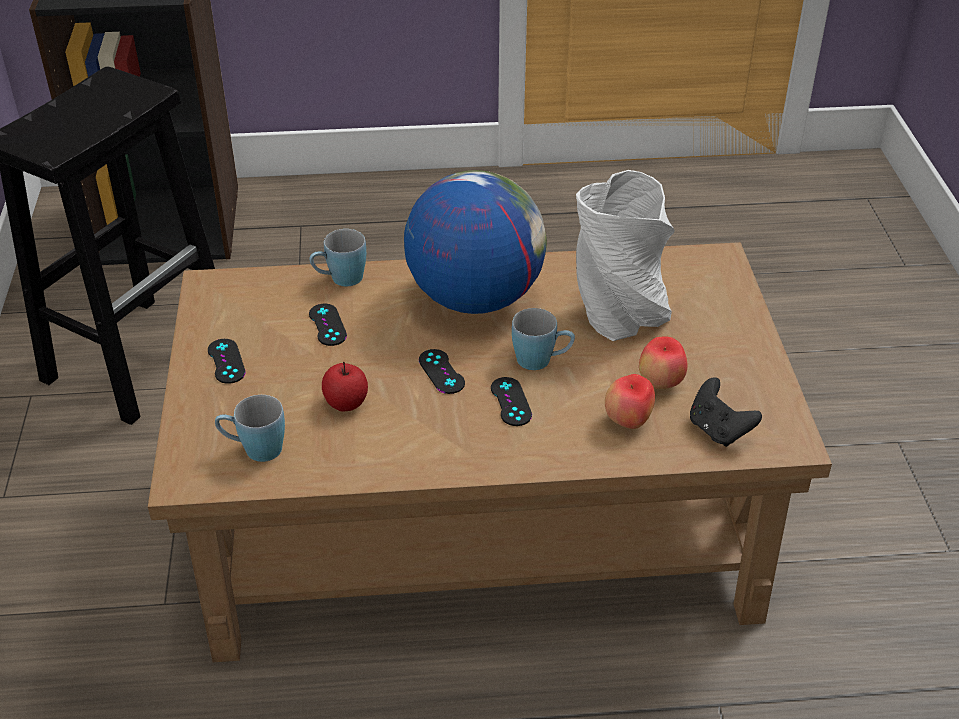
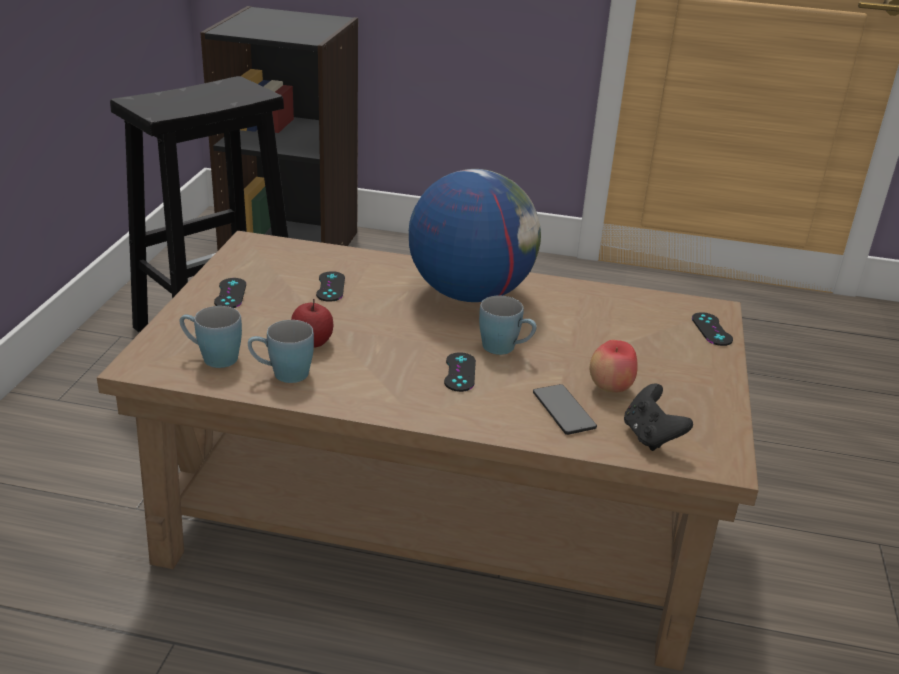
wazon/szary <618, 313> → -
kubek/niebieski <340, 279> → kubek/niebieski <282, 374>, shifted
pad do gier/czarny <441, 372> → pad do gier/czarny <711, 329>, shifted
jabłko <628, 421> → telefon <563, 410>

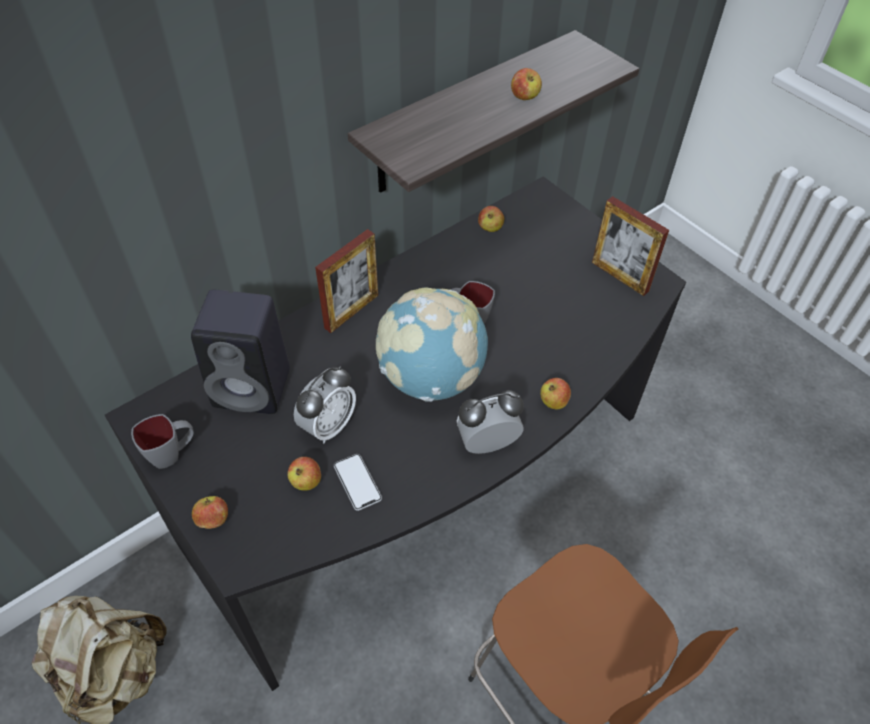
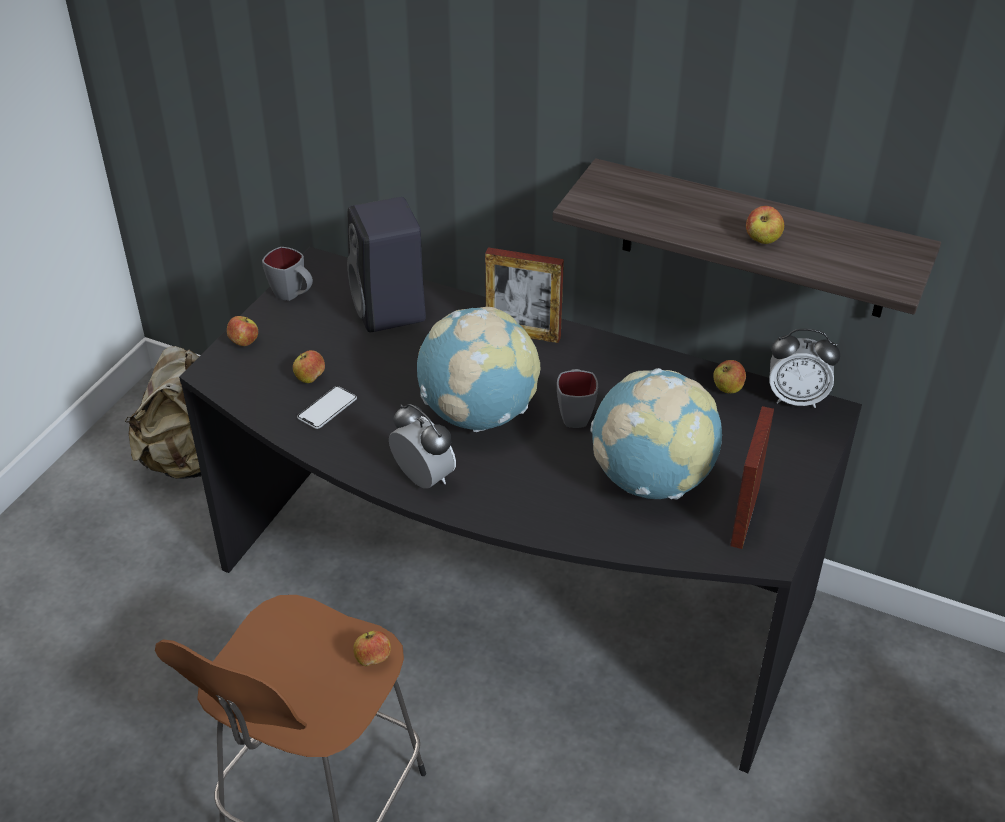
- → globus <651, 480>
budzik <328, 426> → budzik <796, 398>, shifted
jabłko <553, 402> → jabłko <373, 659>, shifted

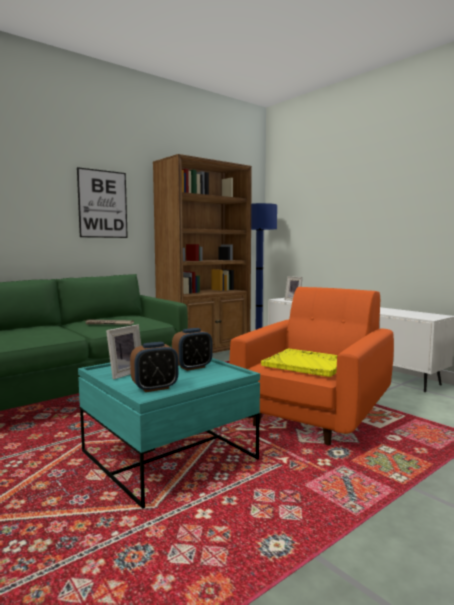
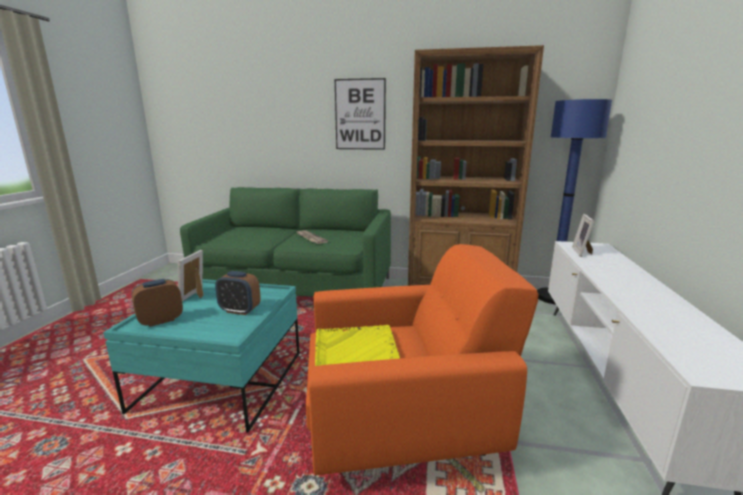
ramka na zdjęcie <124, 373> → ramka na zdjęcie <196, 295>, 105 degrees clockwise
budzik <155, 388> → budzik <160, 320>, 120 degrees clockwise

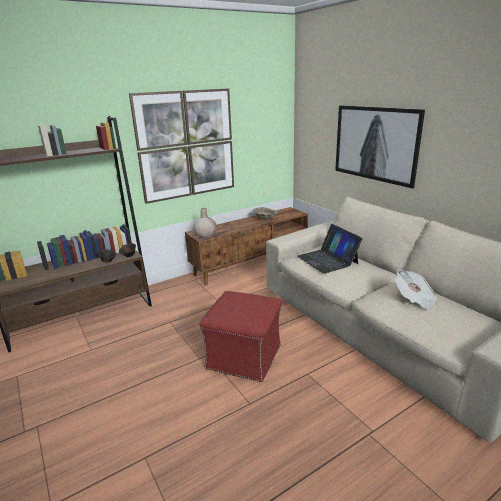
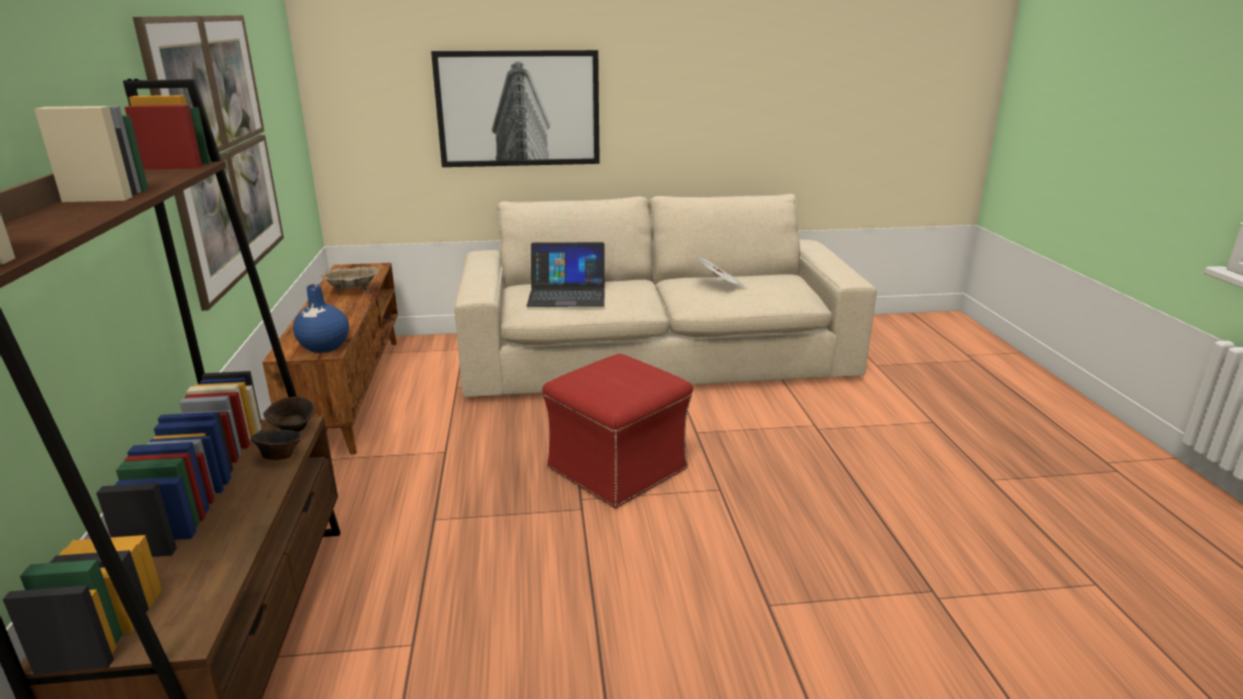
wazon/beżowy <205, 235> → wazon/niebieski <324, 346>

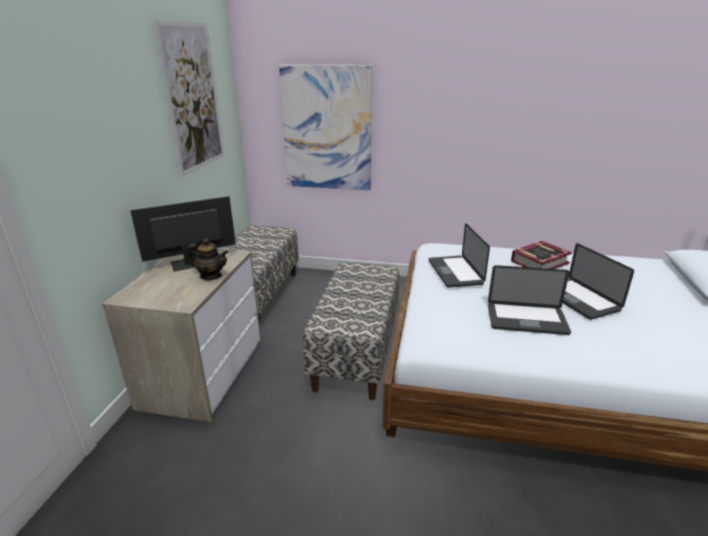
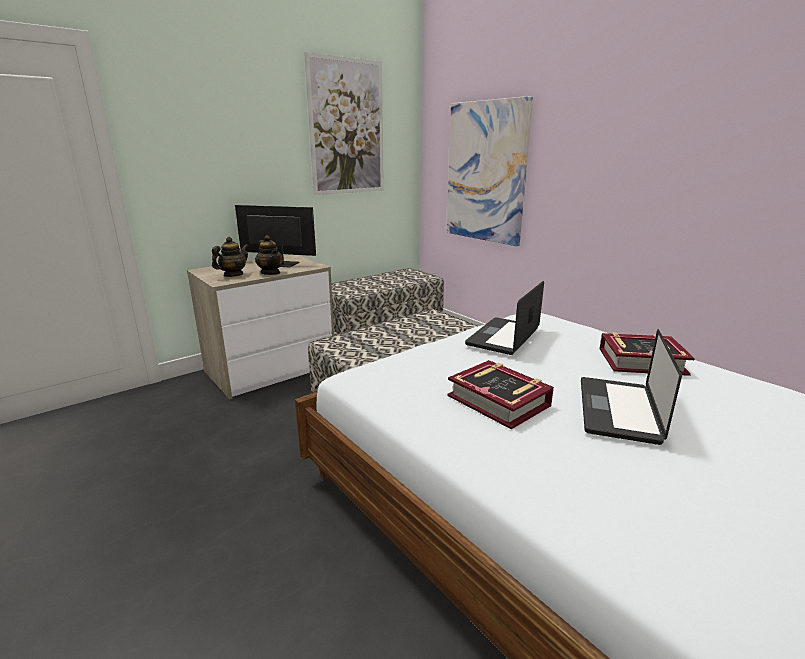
- → imbryk <233, 275>
laptop <526, 320> → książka <499, 401>

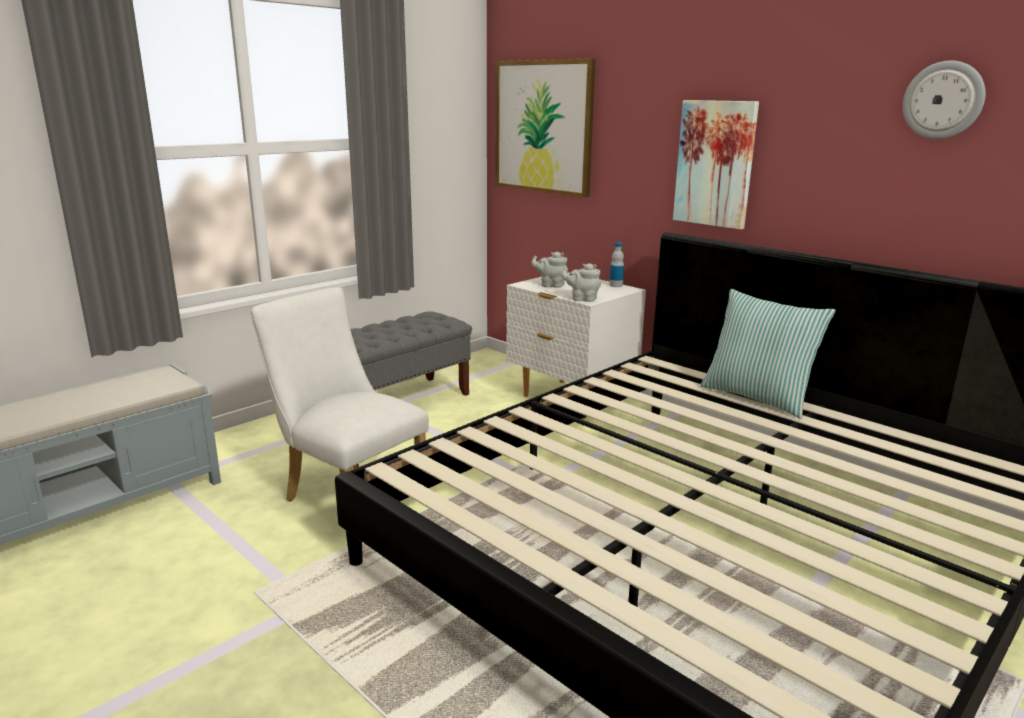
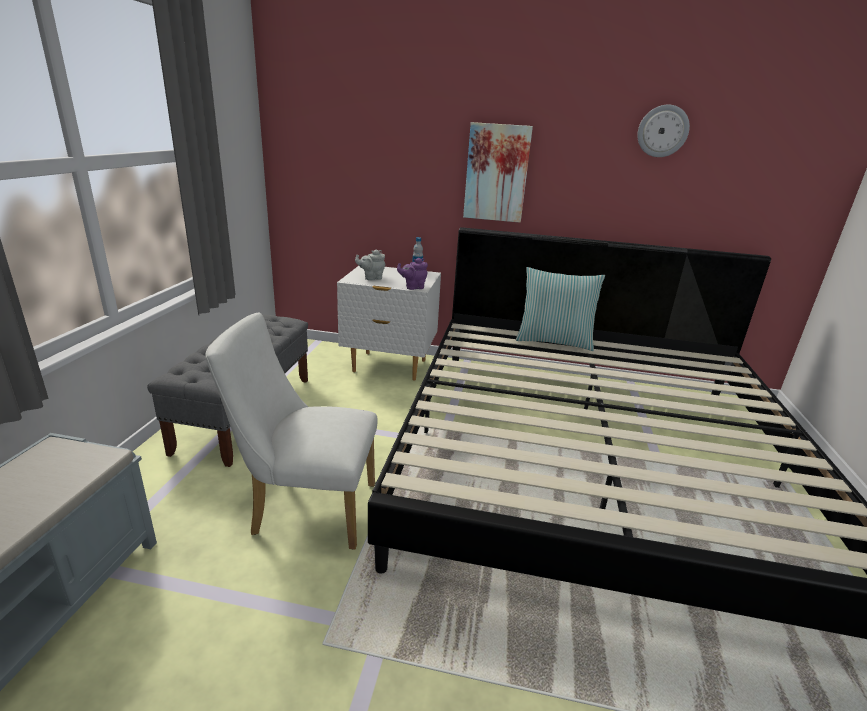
obraz <543, 127> → -
imbryk/szary <582, 299> → imbryk/fioletowy <413, 287>

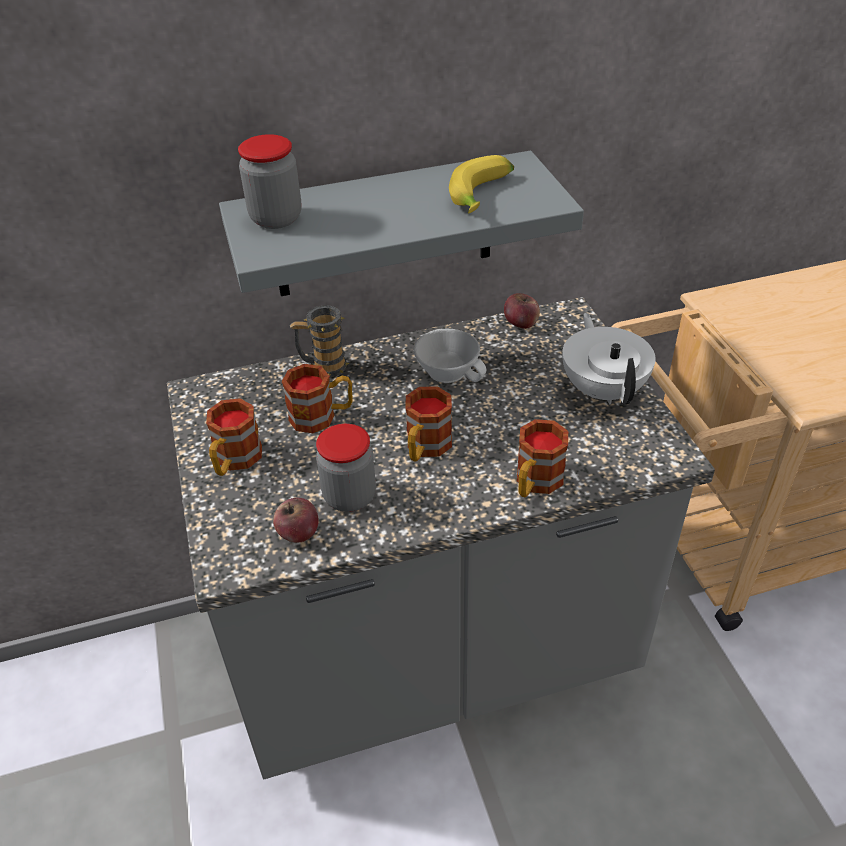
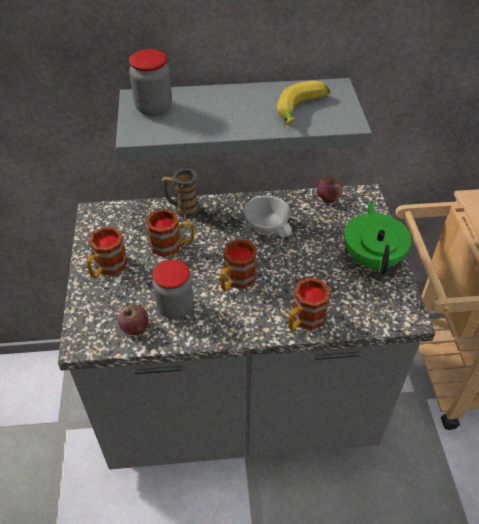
imbryk/biały <603, 389> → imbryk/zielony <372, 258>

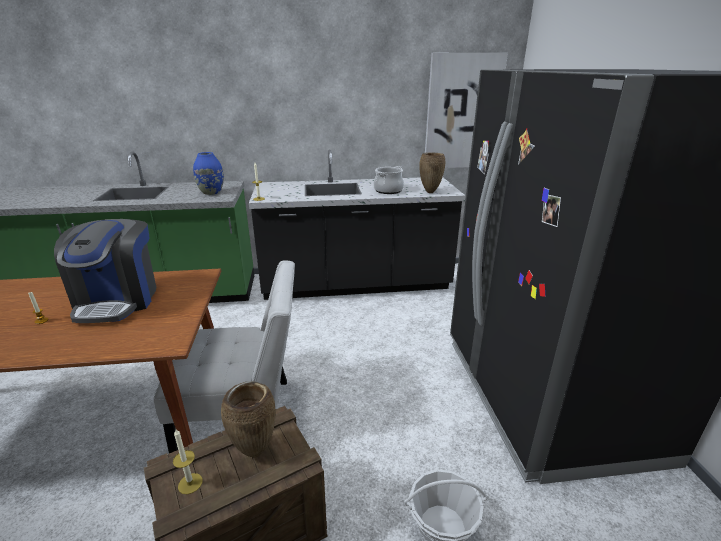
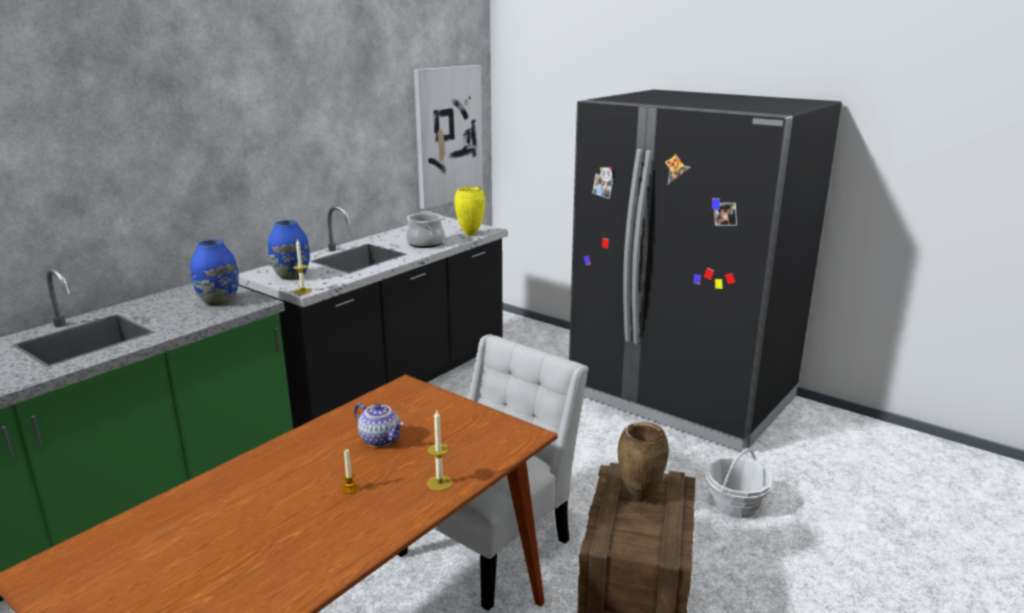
- → wazon/niebieski <291, 276>
świeca <190, 483> → świeca <439, 483>, shifted
ekspres do kawy <118, 300> → imbryk <381, 439>
wazon/brązowy <430, 192> → wazon/żółty <470, 234>

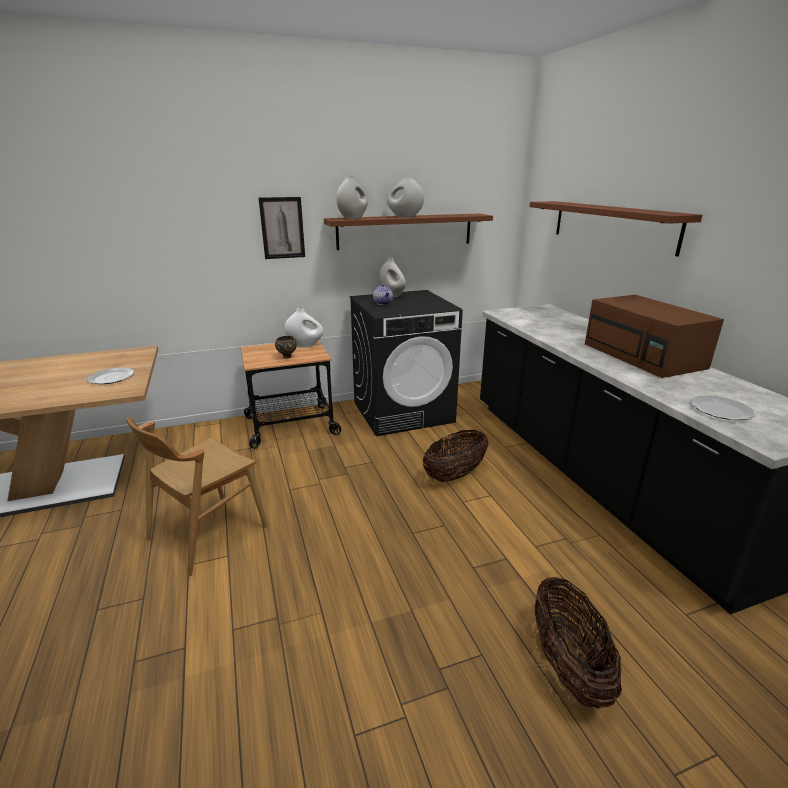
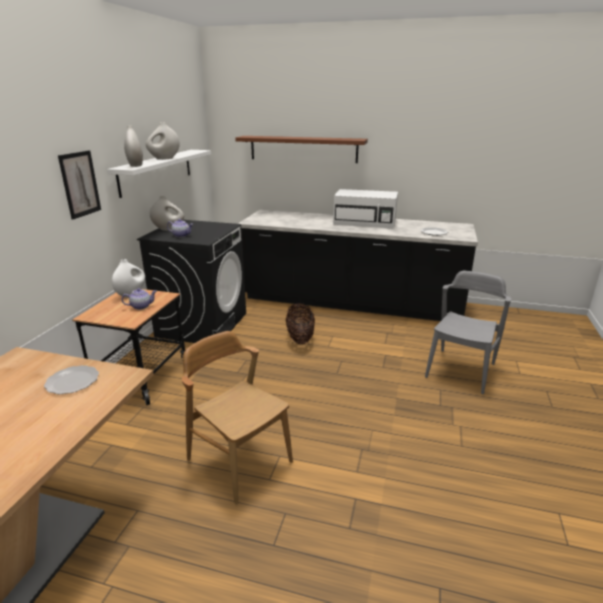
miska/brązowy <287, 356> → imbryk <141, 306>
koszyk <568, 665> → krzesło/szary <461, 370>
półka/brązowy <405, 231> → półka/biały <156, 171>
mikrofalówka/brązowy <644, 356> → mikrofalówka/biały <365, 222>
krzesło/brązowy <207, 533> → krzesło/brązowy <239, 460>, 150 degrees clockwise

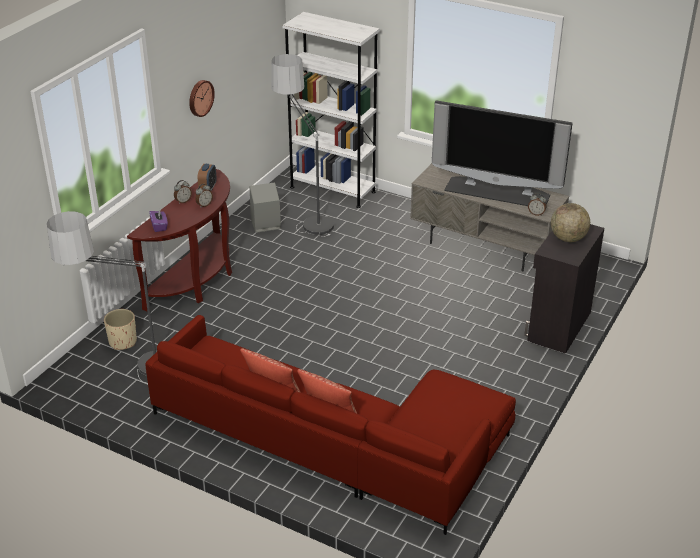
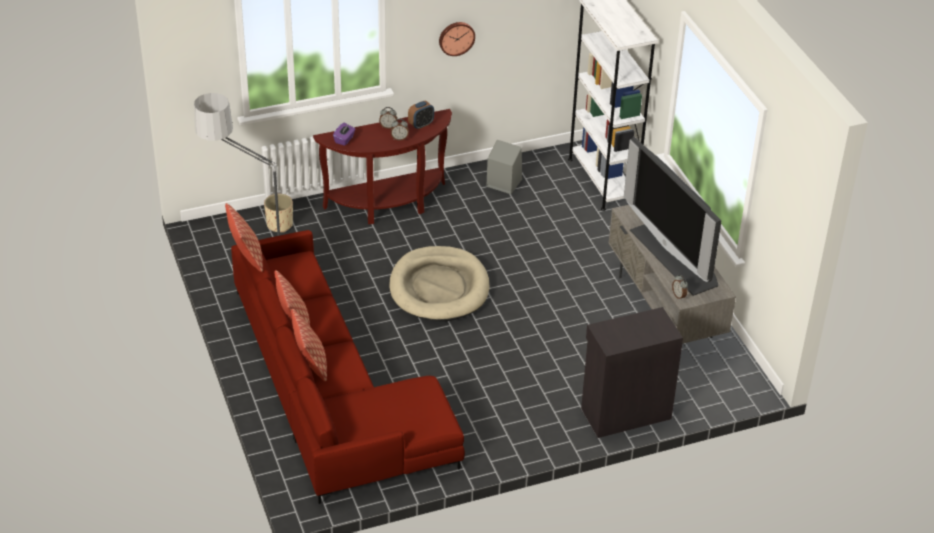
lampa stojąca <304, 216> → -
globus <568, 238> → -
- → poduszka <247, 257>
- → legowisko/beżowy <439, 288>

